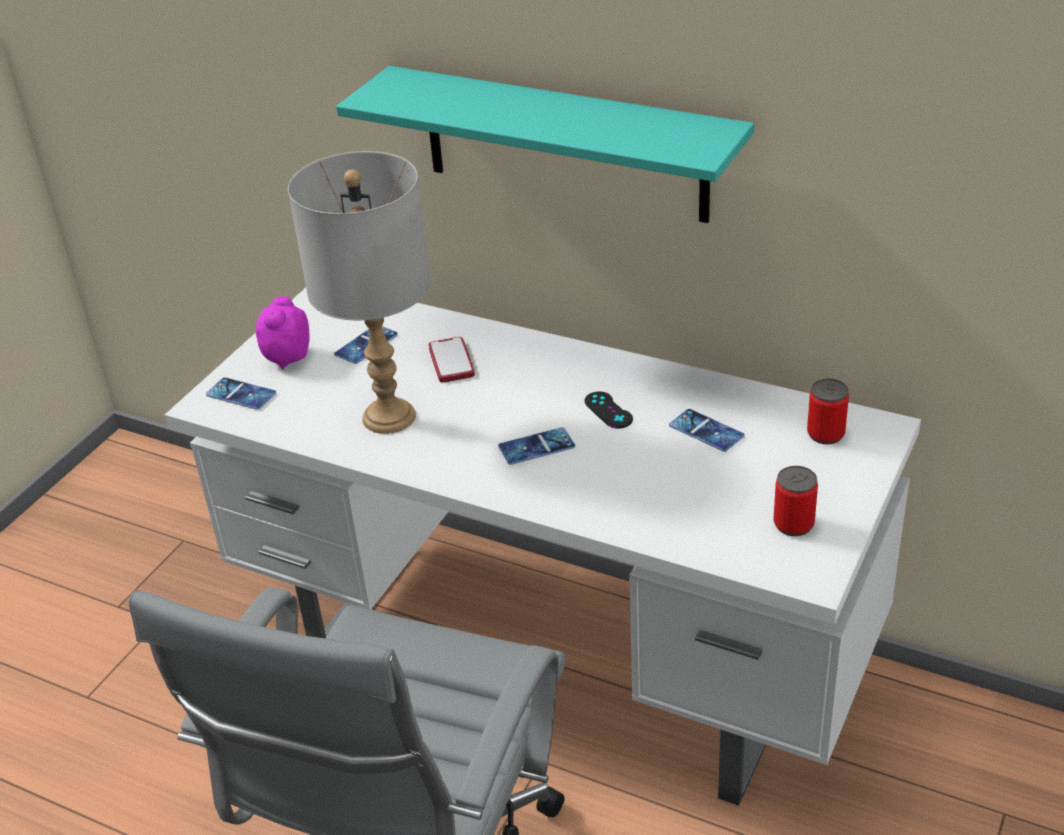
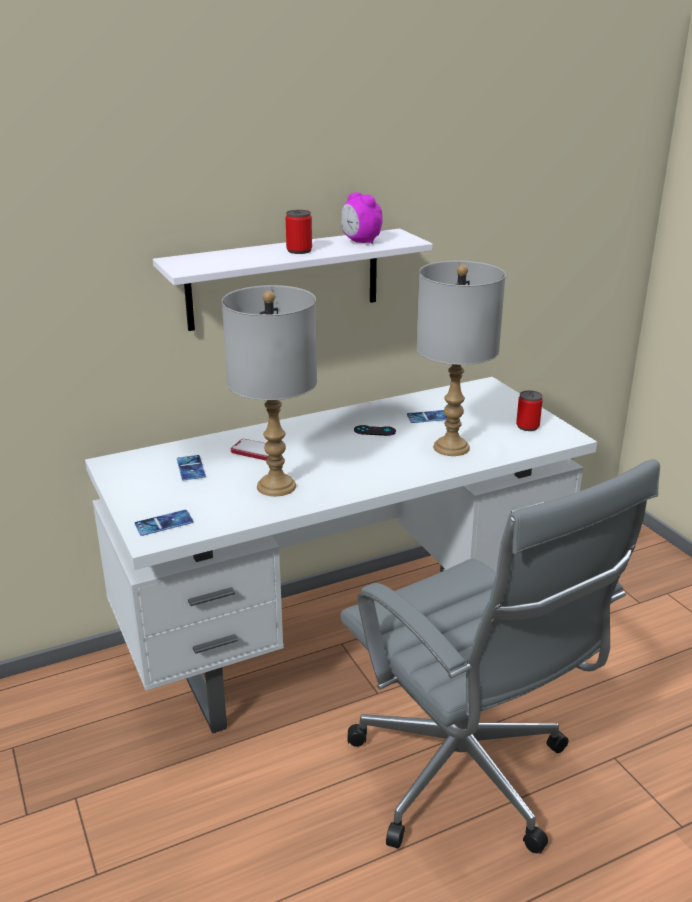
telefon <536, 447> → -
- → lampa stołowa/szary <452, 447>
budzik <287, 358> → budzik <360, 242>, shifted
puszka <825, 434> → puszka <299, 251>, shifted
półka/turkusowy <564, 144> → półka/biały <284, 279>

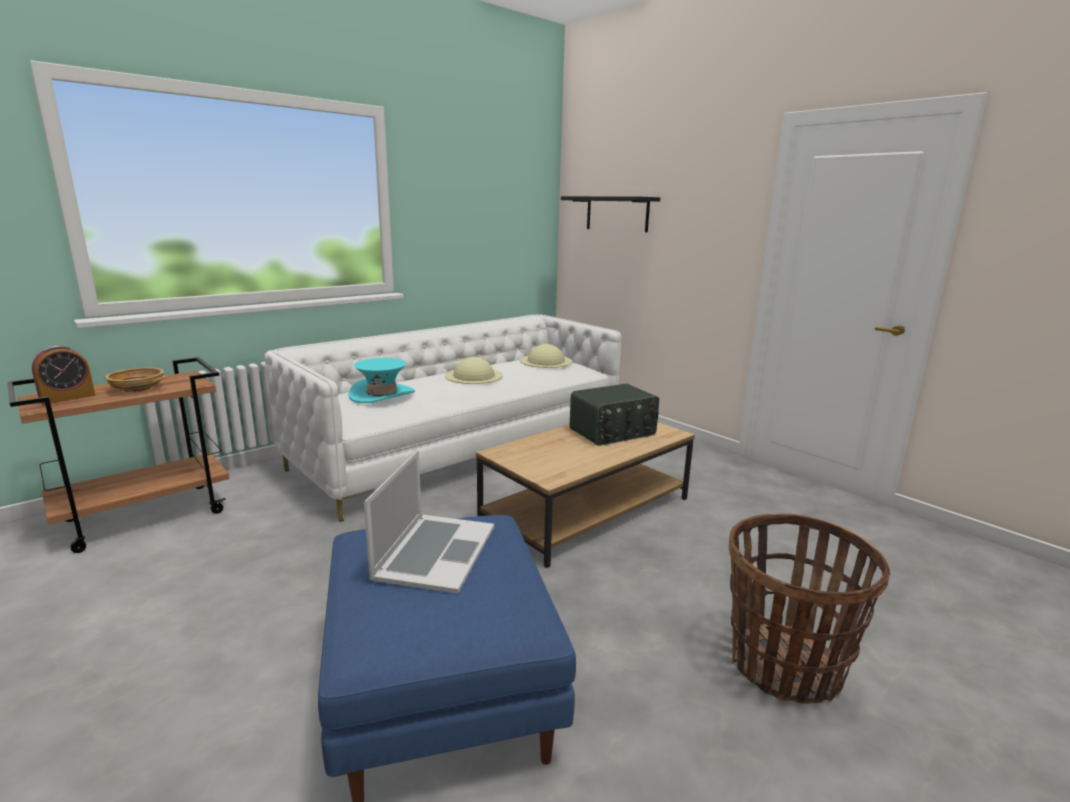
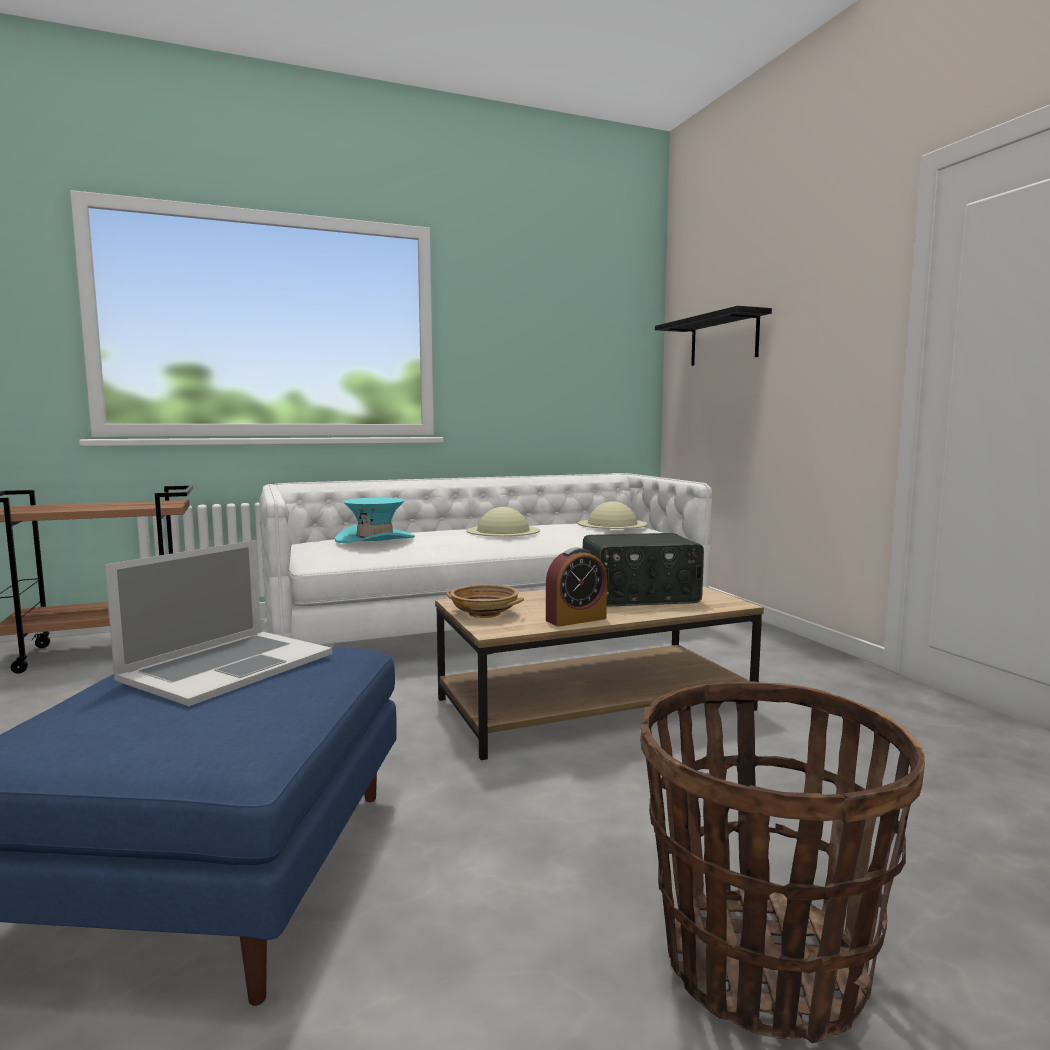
budzik <67, 398> → budzik <576, 619>, shifted
miska/beżowy <138, 389> → miska/beżowy <485, 613>, shifted

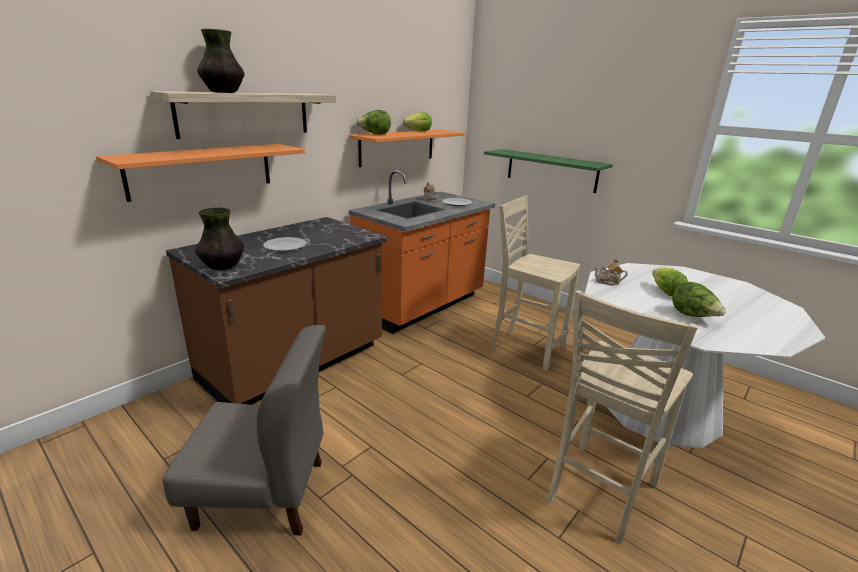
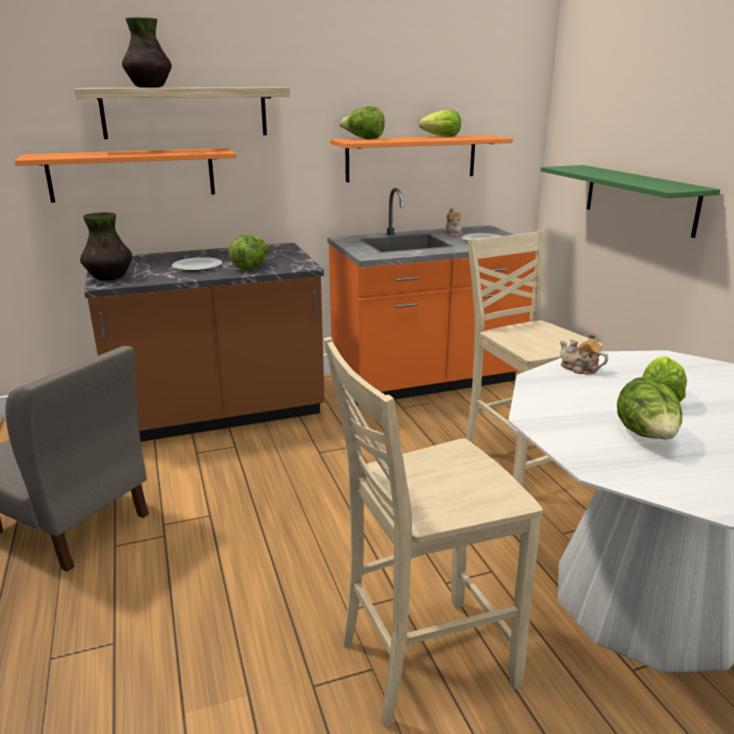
- → sałata <251, 267>

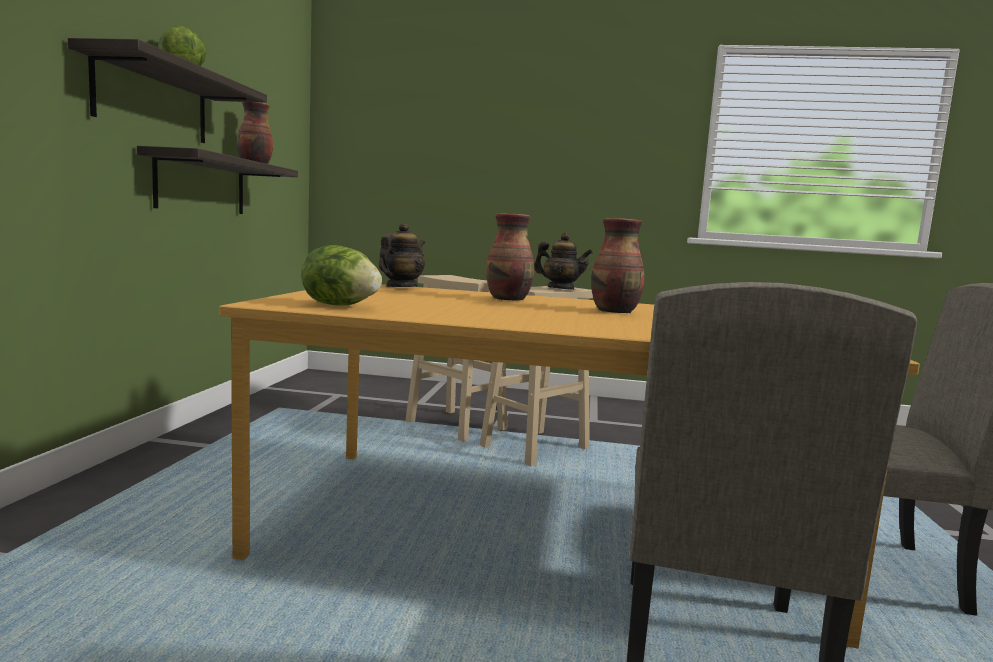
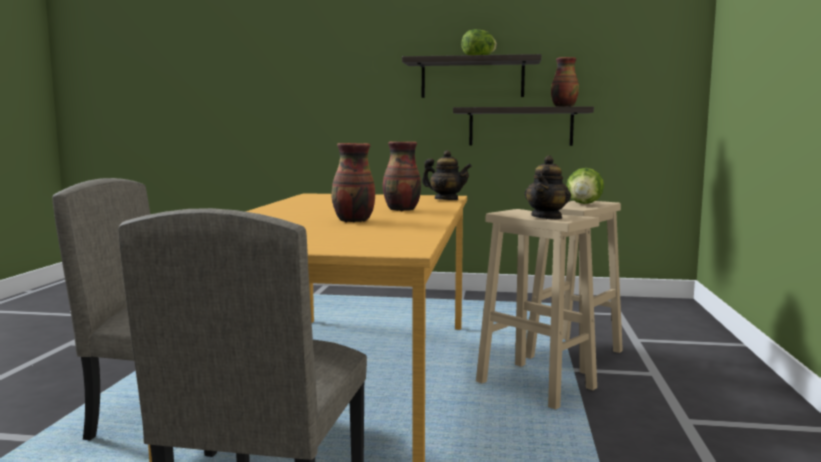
sałata <340, 305> → sałata <584, 204>, shifted

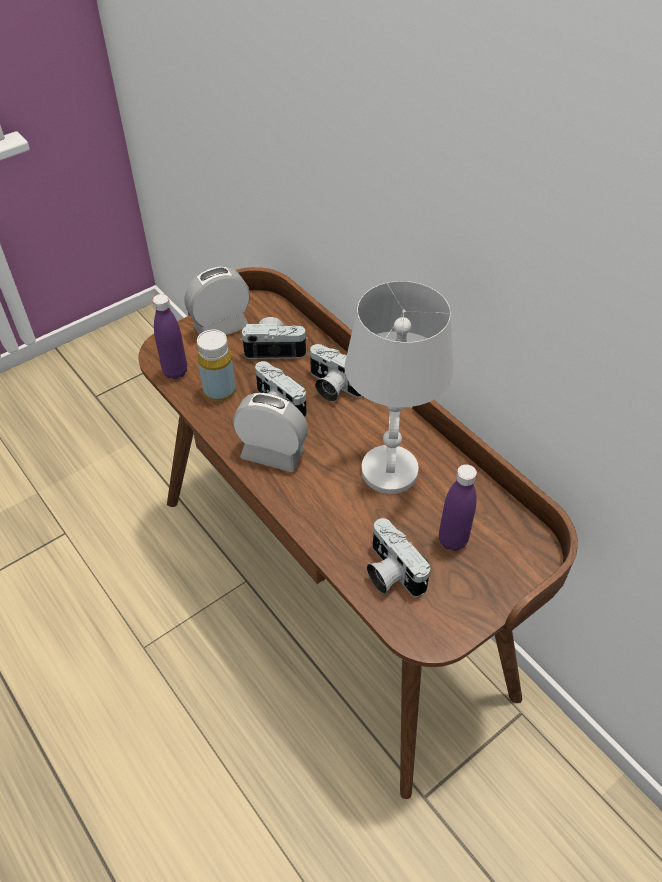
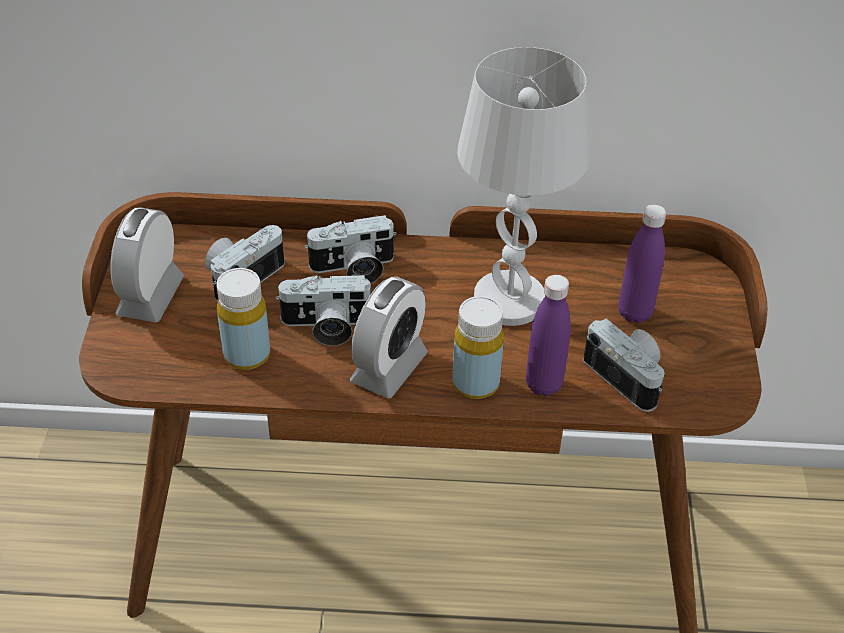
- → butelka/żółty <475, 383>
butelka/fioletowy <175, 372> → butelka/fioletowy <543, 384>, shifted
budzik <272, 454> → budzik <389, 368>, 150 degrees clockwise
aparat fotograficzny <390, 572> → aparat fotograficzny <628, 376>, 135 degrees counterclockwise

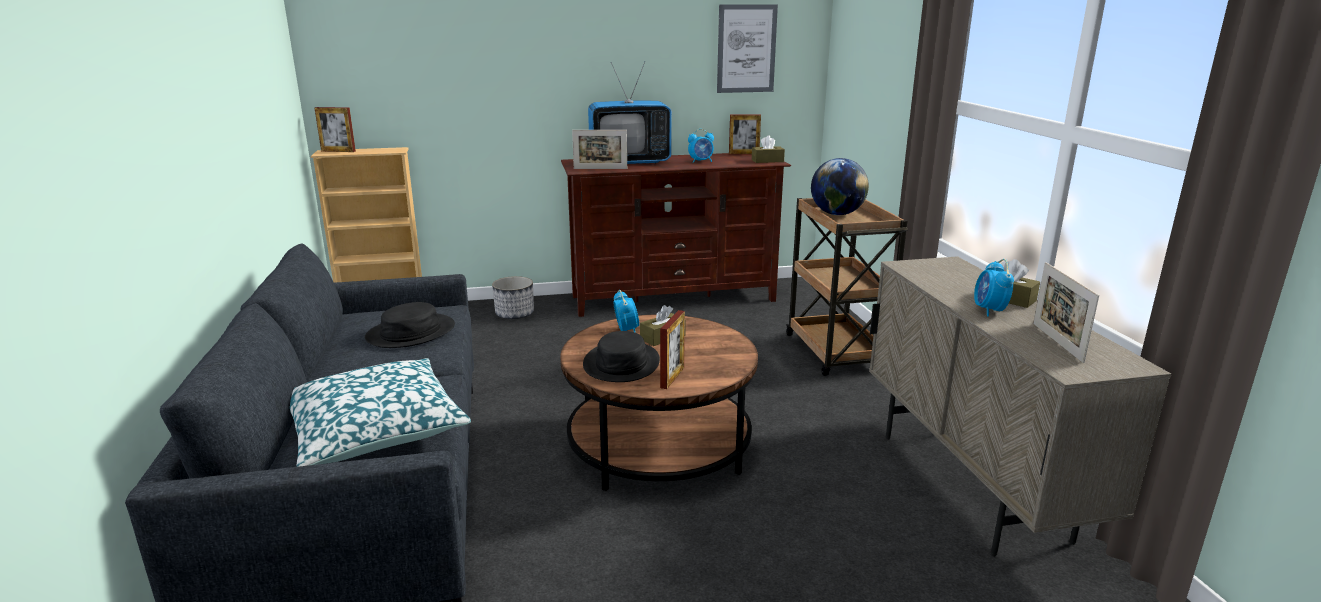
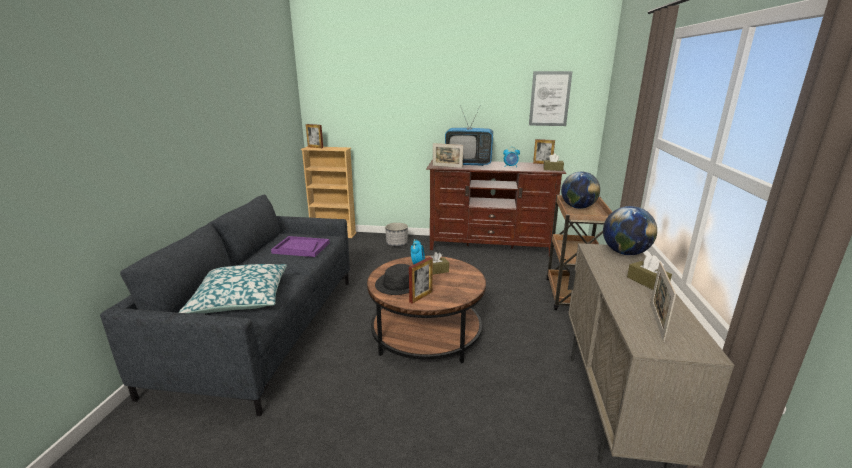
budzik <989, 310> → -
- → globus <625, 253>
kapelusz/czarny <410, 332> → taca/fioletowy <301, 248>

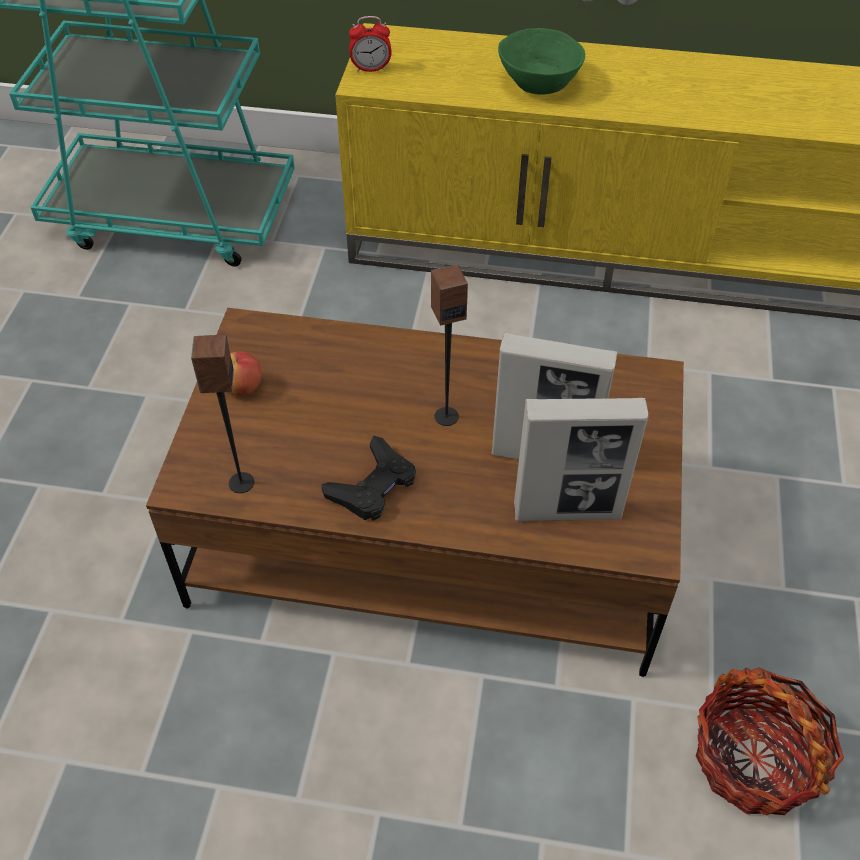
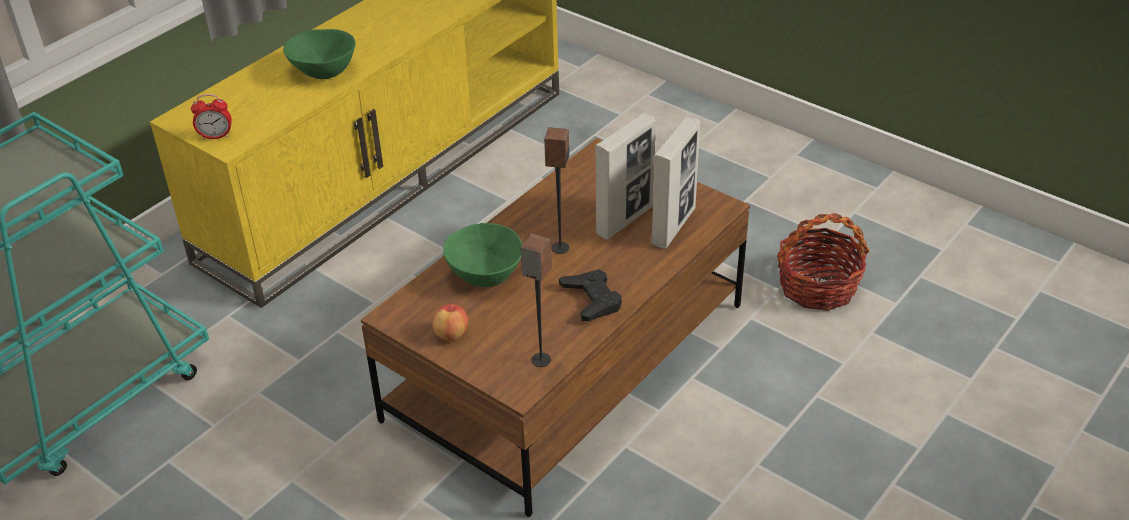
- → miska/zielony <486, 274>
budzik <371, 69> → budzik <216, 136>, 60 degrees clockwise

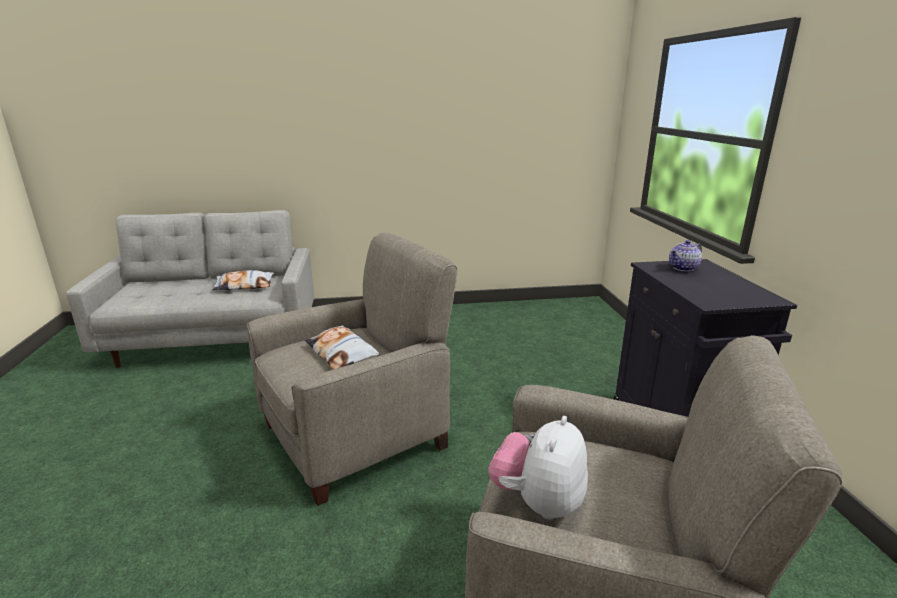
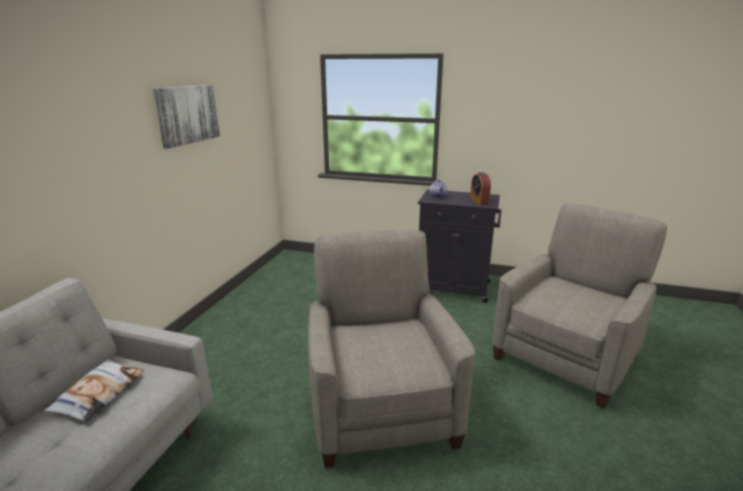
poduszka <342, 353> → -
pluszak <538, 502> → -
- → obraz <187, 114>
- → budzik <479, 201>

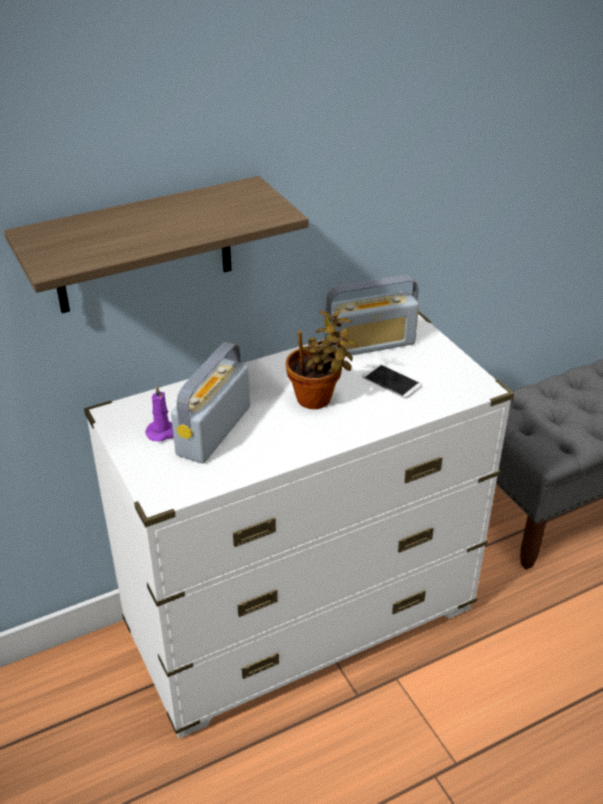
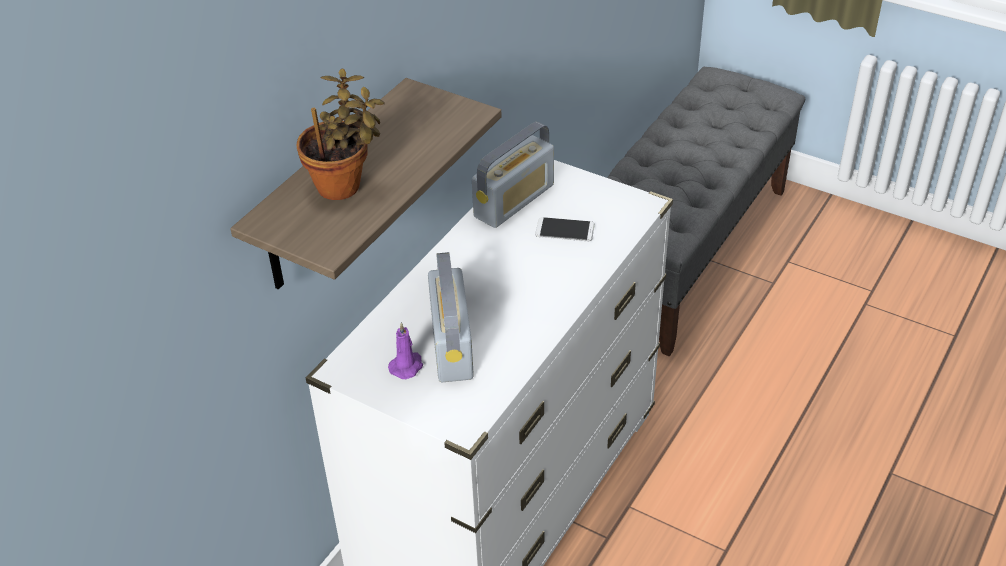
roślina doniczkowa <318, 399> → roślina doniczkowa <344, 185>, shifted

